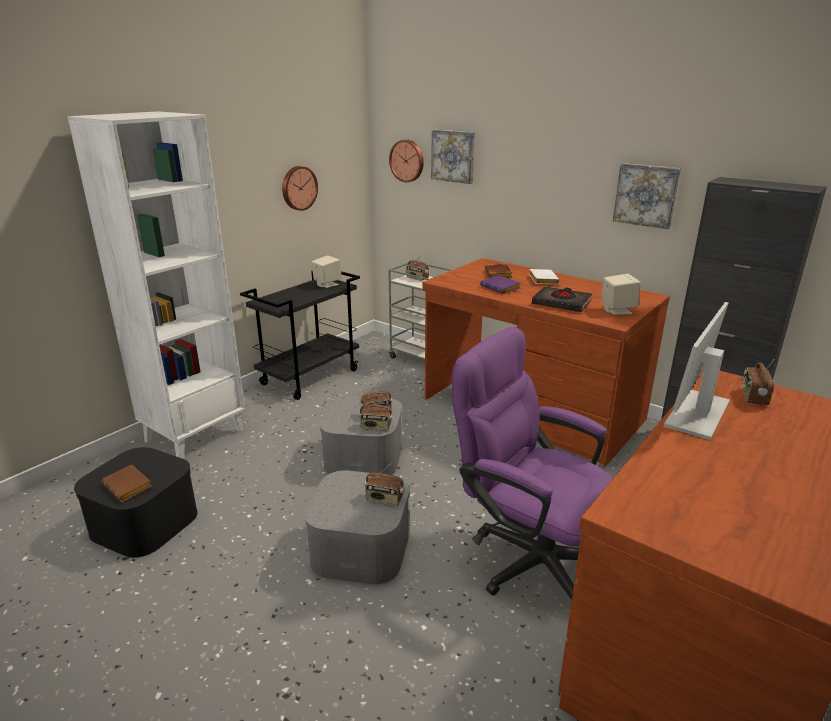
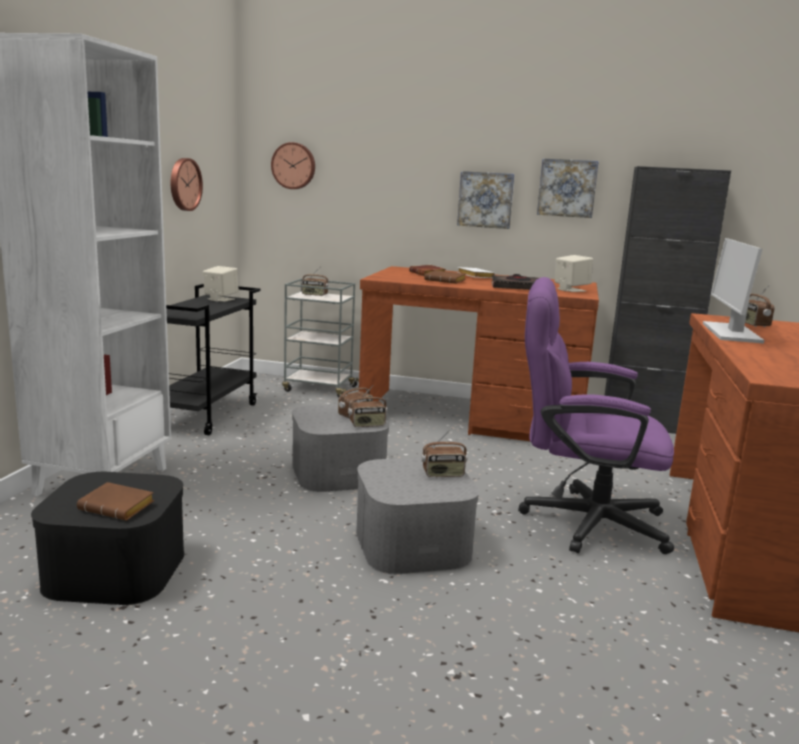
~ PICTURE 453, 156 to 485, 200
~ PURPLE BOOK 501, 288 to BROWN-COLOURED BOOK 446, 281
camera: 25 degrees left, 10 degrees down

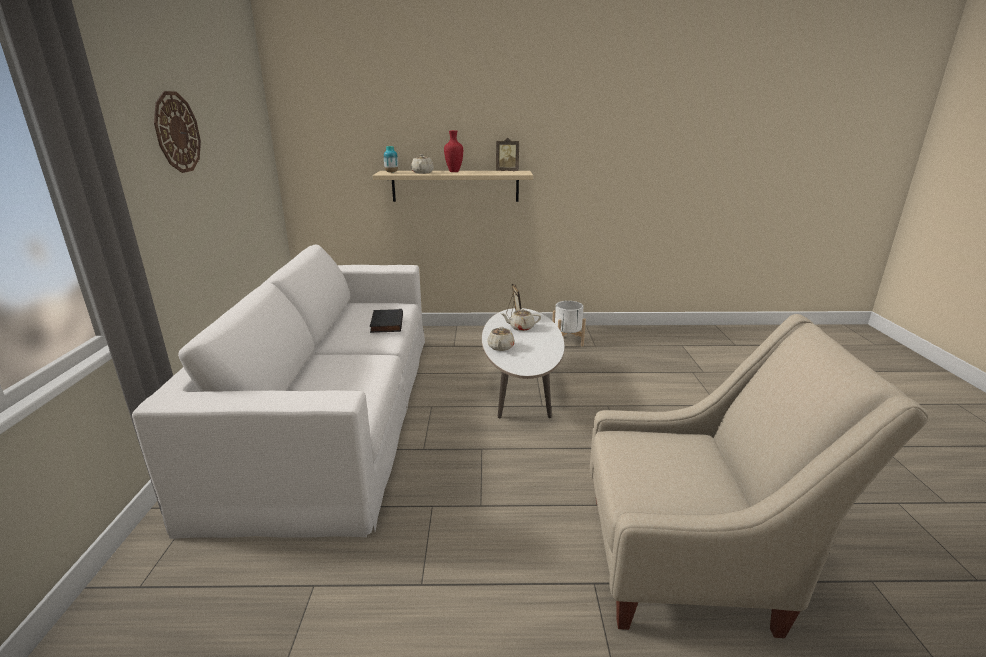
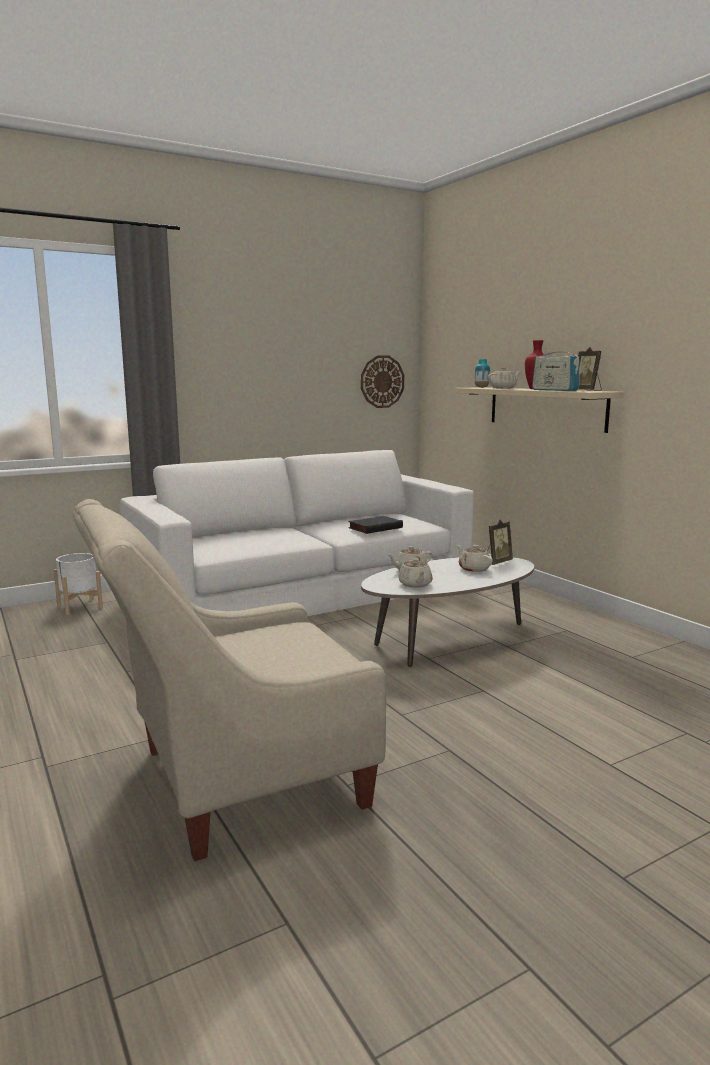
+ BEIGE-COLOURED POT FOR TEA 415, 584
+ RADIO 554, 390
~ WALL CLOCK 177, 132 to 382, 381
~ WHITE-COLOURED PLANTER 567, 341 to 80, 606
~ BEIGE-COLOURED ARMCHAIR 694, 560 = 233, 782 90 degrees clockwise
camera: 60 degrees right, 10 degrees down

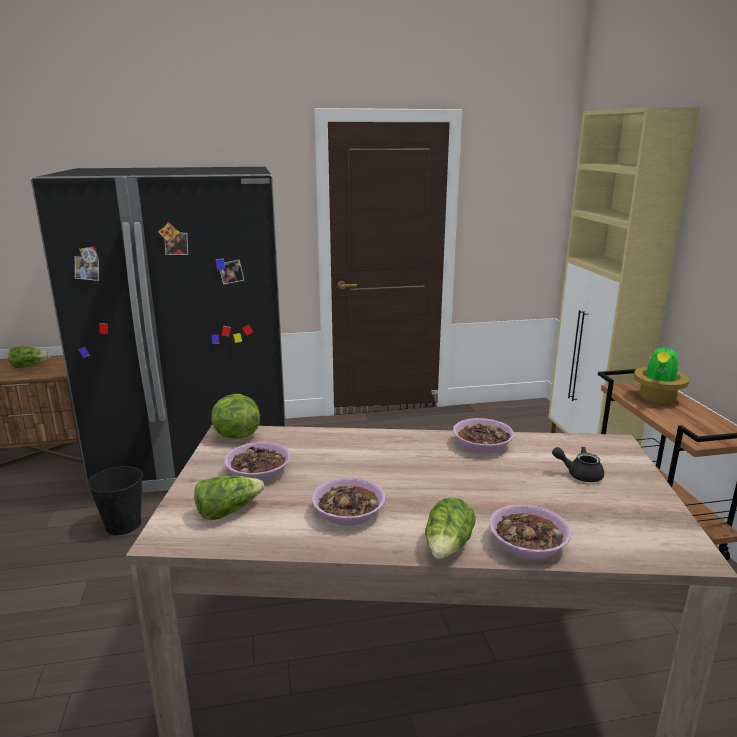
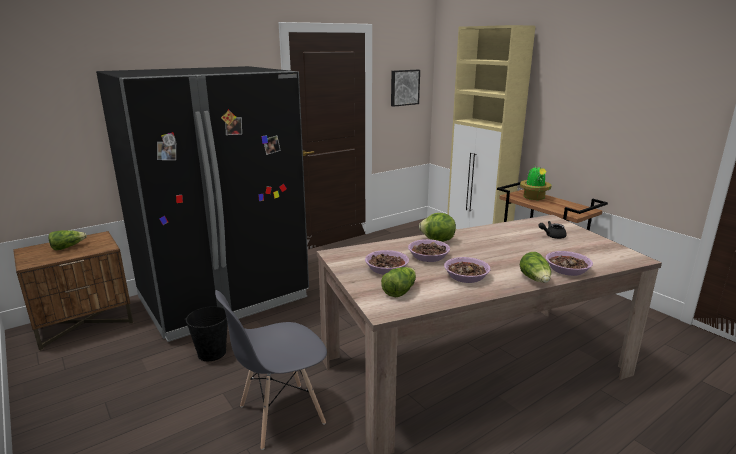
+ GREY CHAIR 281, 415
+ PICTURE 404, 87
~ LETTUCE 235, 435 to 437, 241
~ BOWL 482, 444 to 428, 256
camera: 25 degrees left, 0 degrees up

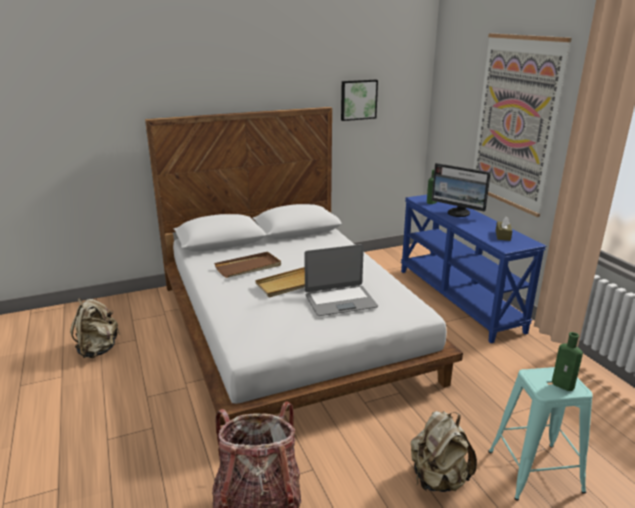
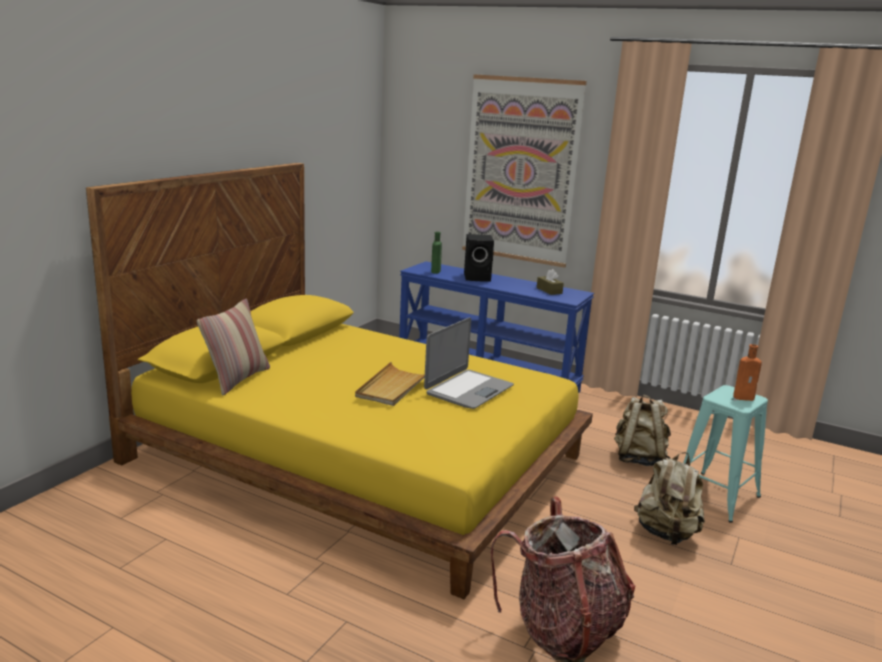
- BROWN-COLOURED TRAY 248, 267
- PICTURE 358, 99
+ PILLOW 237, 379
~ BEIGE-COLOURED BACKPACK 98, 349 to 638, 458
~ COMPUTER SCREEN 458, 213 to BLACK SPEAKER 478, 277
~ WHITE-COLOURED BEDROOM BED 291, 329 to YELLOW-COLOURED BEDROOM BED 361, 458
~ GREENISH DRINK BOTTLE 564, 385 to ORANGE-COLOURED DRINK BOTTLE 745, 398
camera: 40 degrees left, 5 degrees down

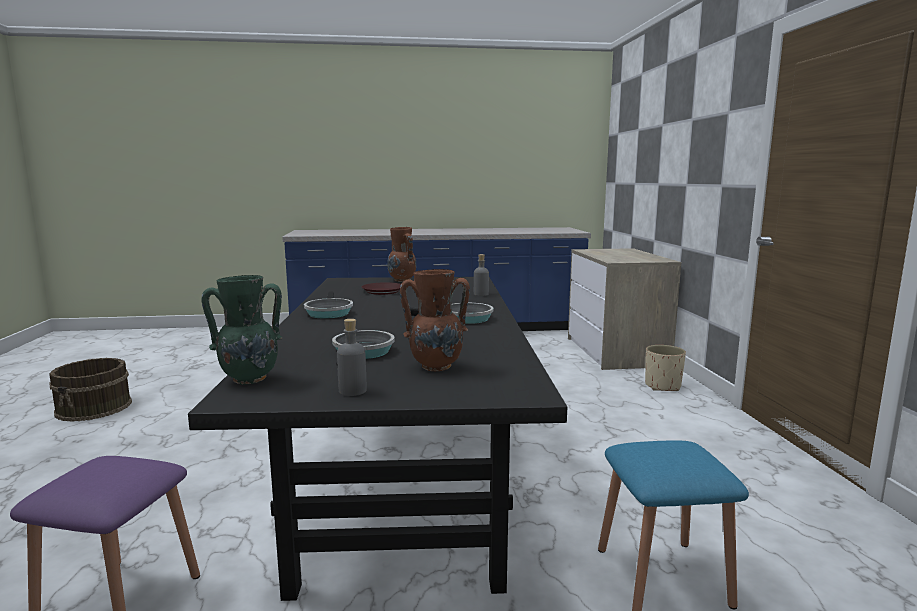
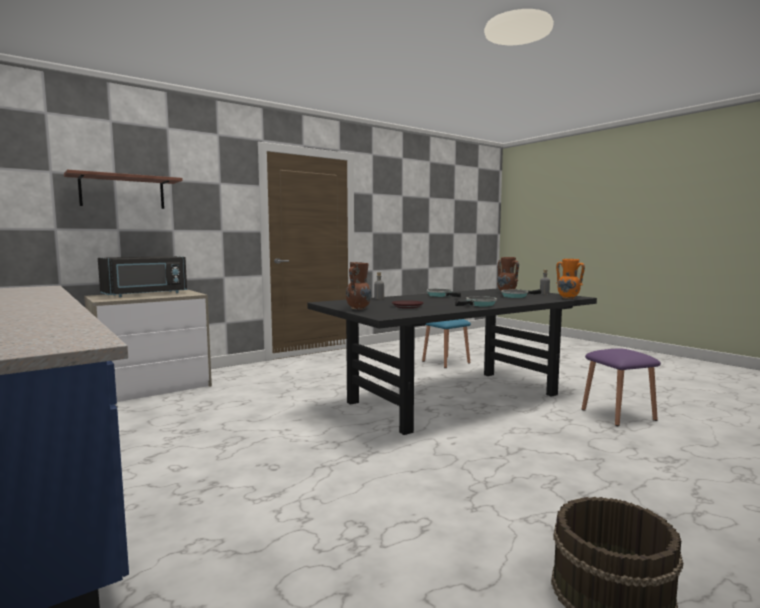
- BEIGE-COLOURED PLANTER 663, 386
+ BRACKET SHELF 122, 192
+ BLACK MICROWAVE OVEN 146, 294
~ GREENISH DECORATIVE VASE 248, 379 to ORANGE-COLOURED DECORATIVE VASE 568, 298
camera: 120 degrees left, 5 degrees down

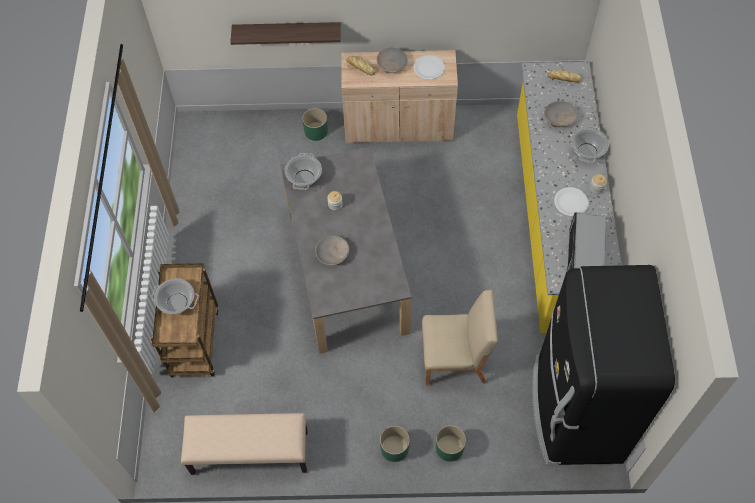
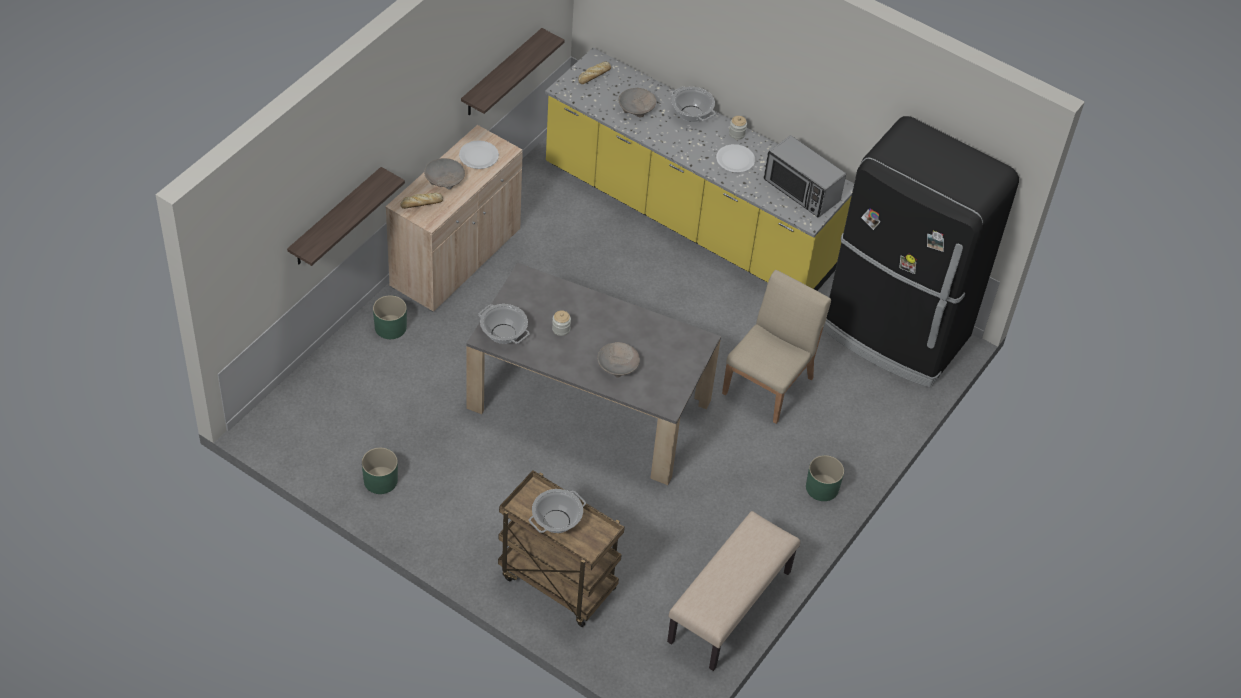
+ BRACKET SHELF 501, 73
~ GREENISH PLANTER 449, 448 to 380, 480
camera: 60 degrees left, 10 degrees down

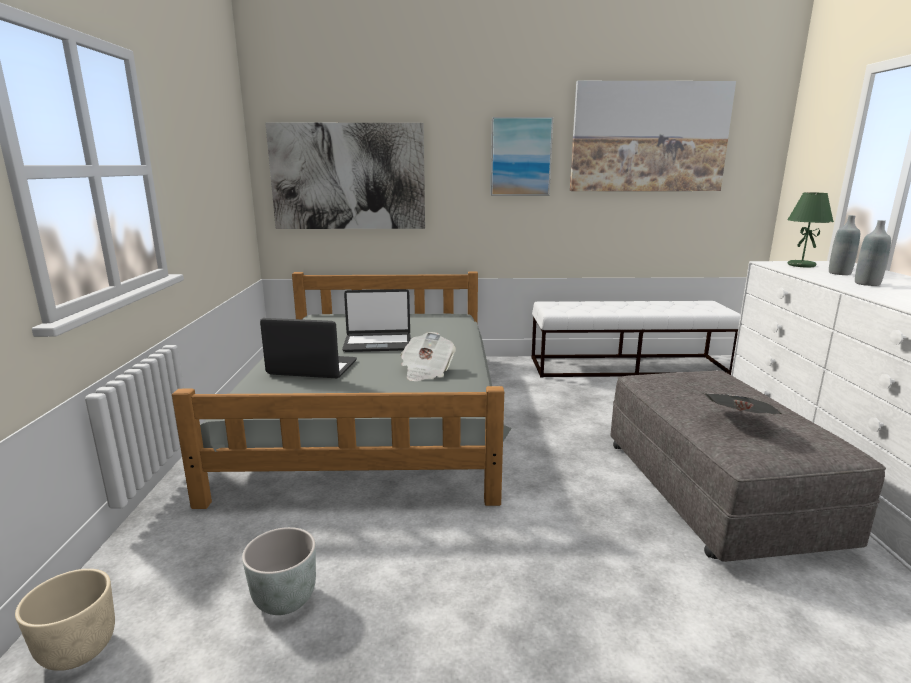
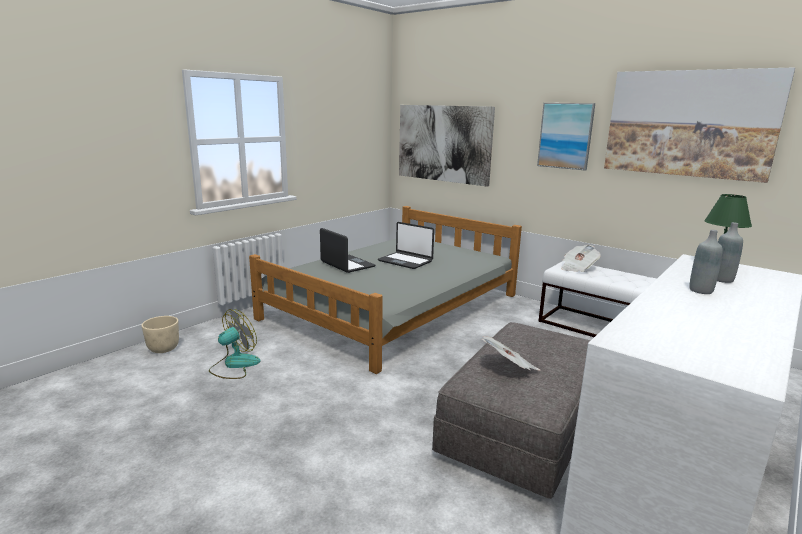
~ DAILY PAPER 426, 371 to 577, 268
~ GREY PLANTER 284, 600 to COOLING FAN 234, 365
camera: 40 degrees right, 0 degrees up

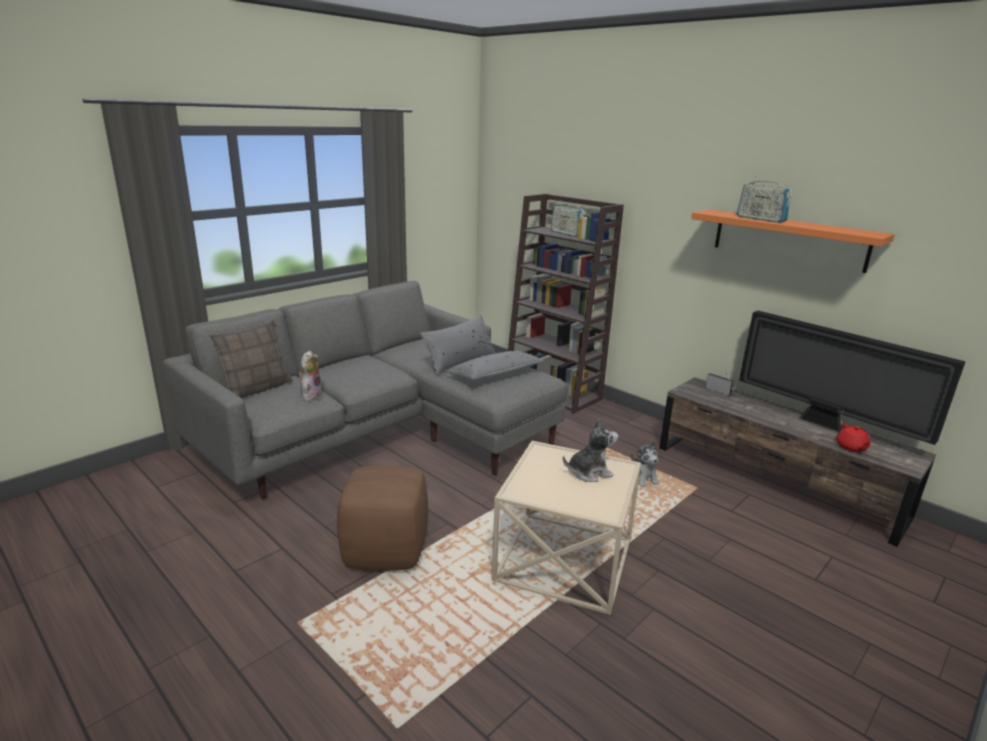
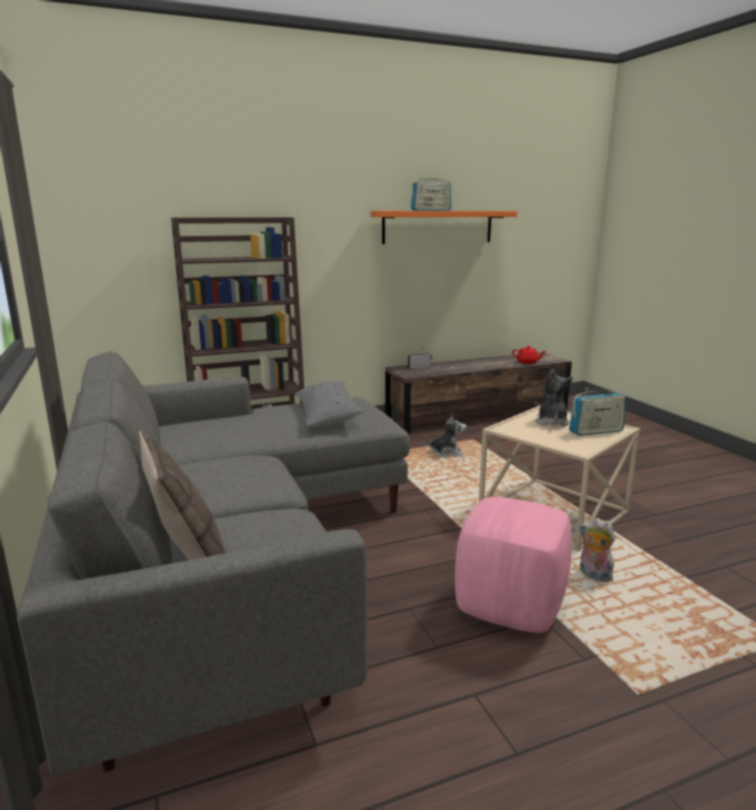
- GREY PILLOW 459, 361
- TV 824, 424
~ SOFT TOY 311, 395 to 593, 576
~ RADIO 566, 233 to 596, 431
~ BROWN-COLOURED FOOTREST 385, 550 to PINKISH FOOTREST 509, 606
camera: 65 degrees left, 5 degrees down

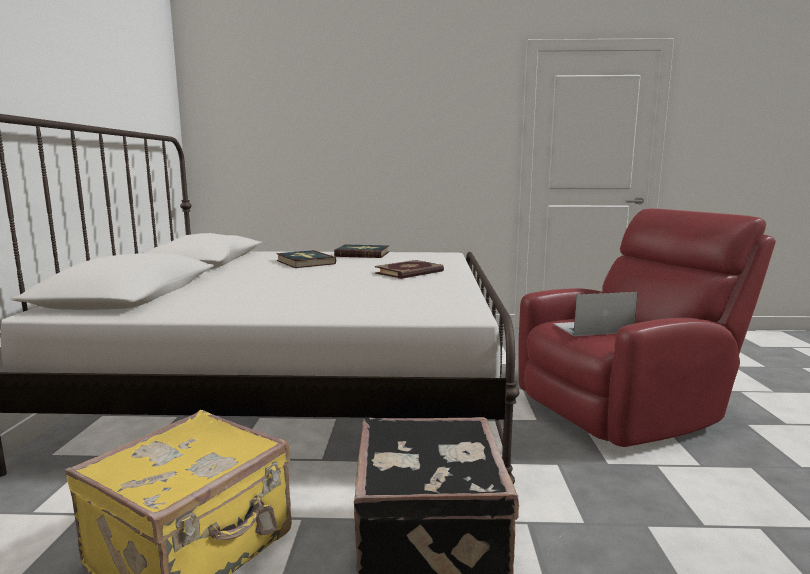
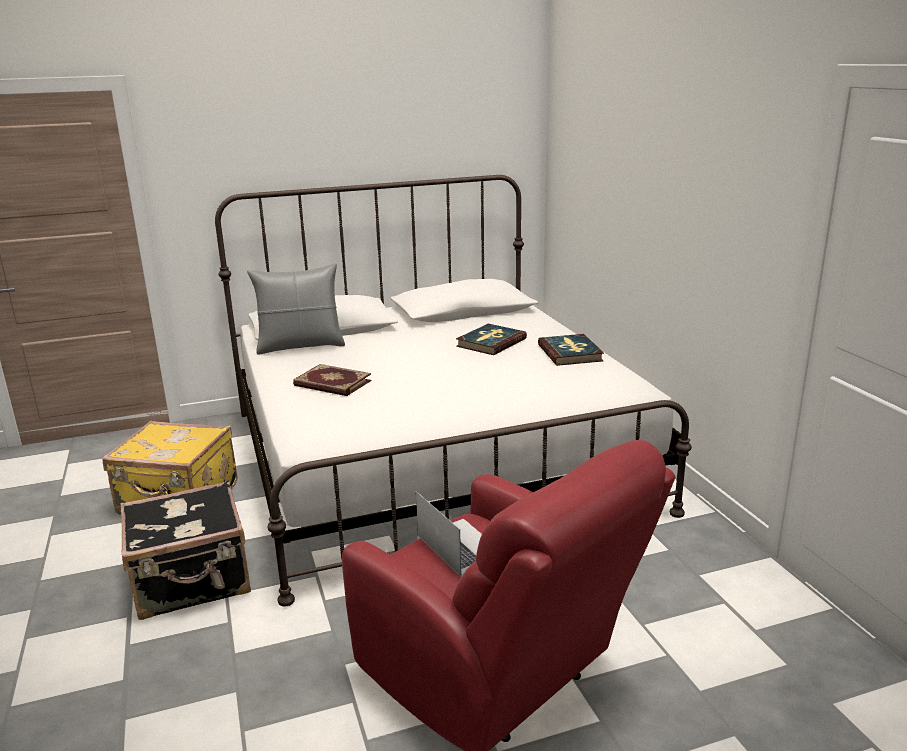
+ GREY PILLOW 300, 346
~ BOOK 410, 272 to 332, 384
camera: 70 degrees right, 10 degrees up

